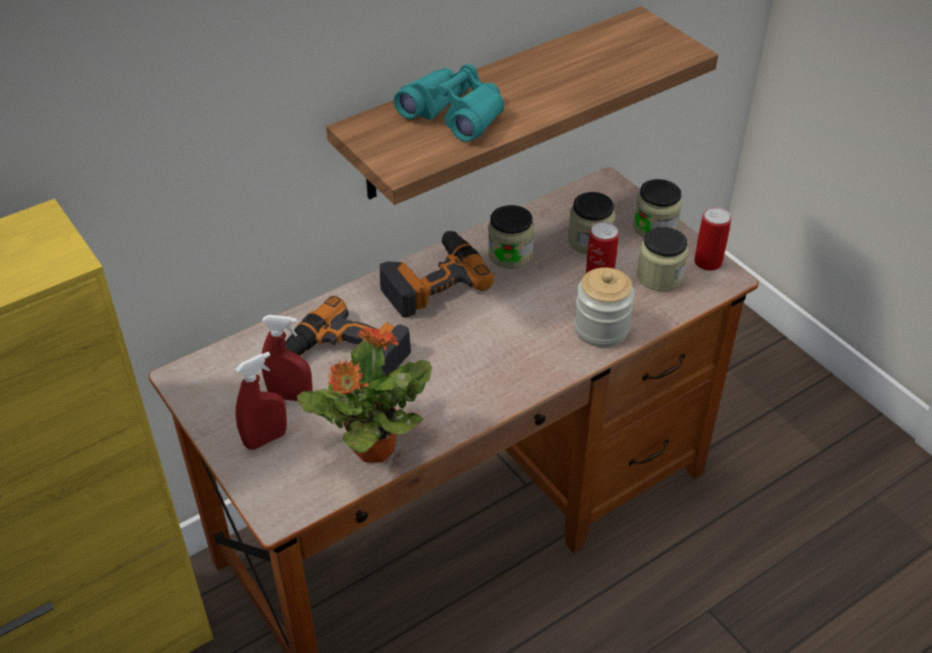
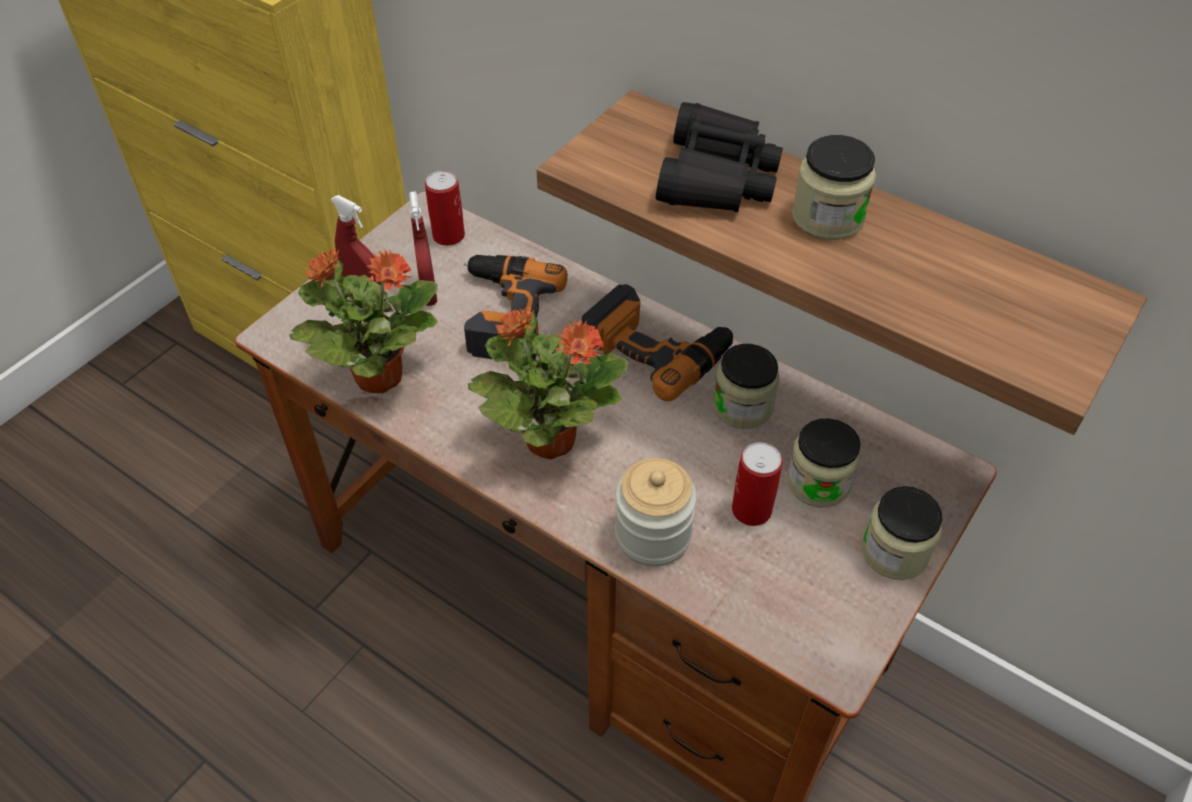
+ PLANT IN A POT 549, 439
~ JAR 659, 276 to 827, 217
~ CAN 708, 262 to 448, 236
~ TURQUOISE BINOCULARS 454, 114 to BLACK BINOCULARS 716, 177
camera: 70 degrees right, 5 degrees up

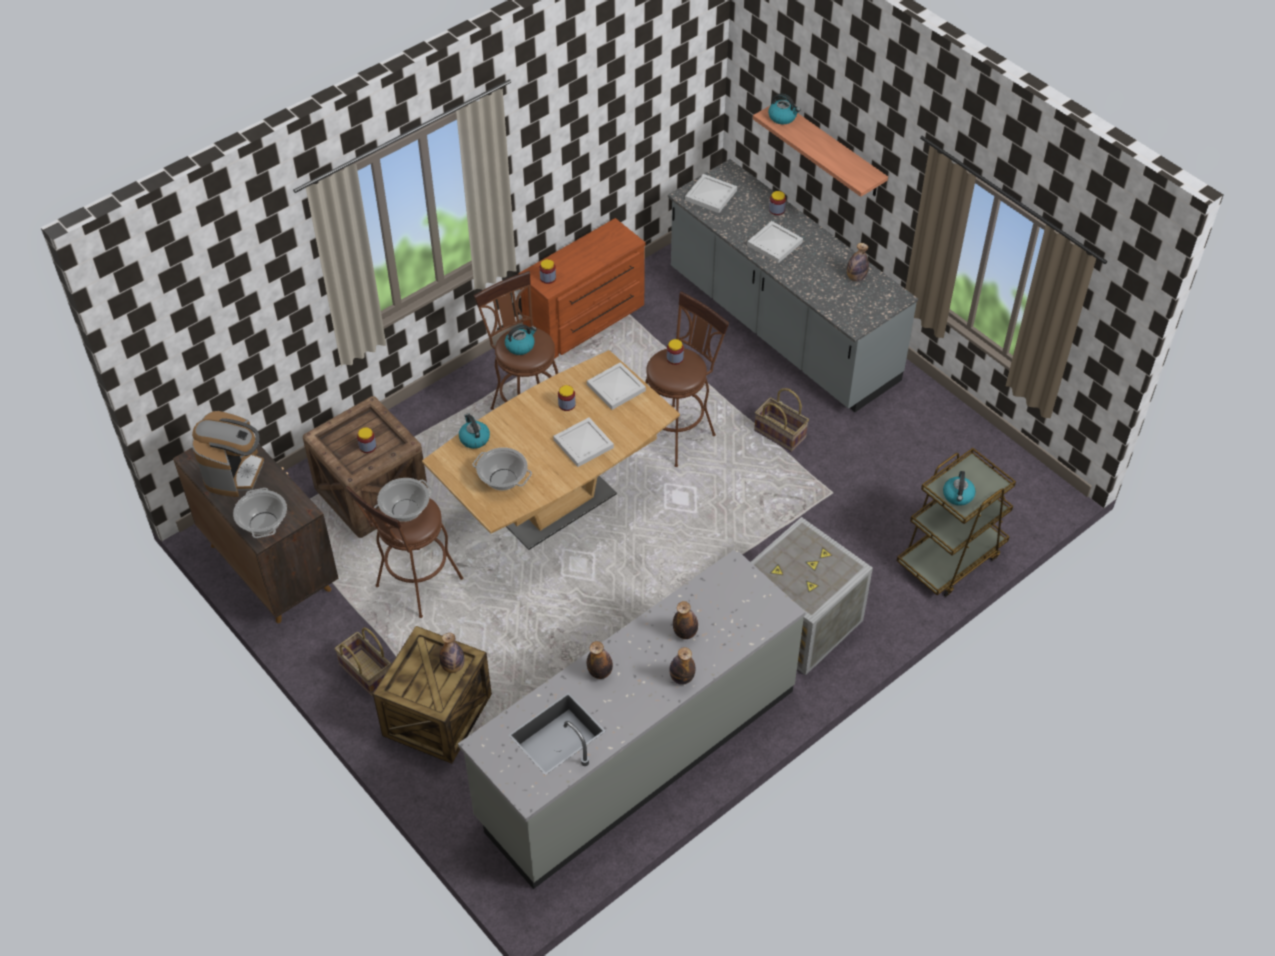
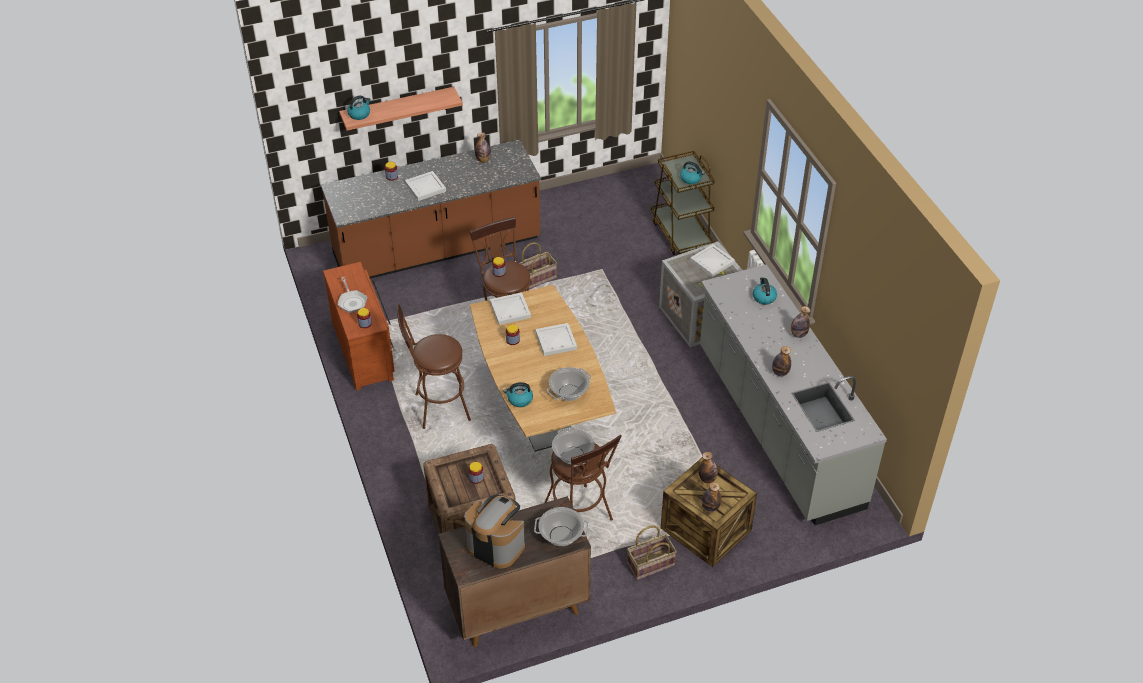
+ FRYING PAN 352, 302
~ TEA KETTLE 520, 346 to 764, 297
~ DRINK BOTTLE 685, 633 to 710, 507
~ WHITE-COLOURED TRAY 711, 196 to 713, 262
~ GREY COUNTER 781, 327 to BROWN-COLOURED COUNTER 437, 248
camera: 70 degrees left, 5 degrees down

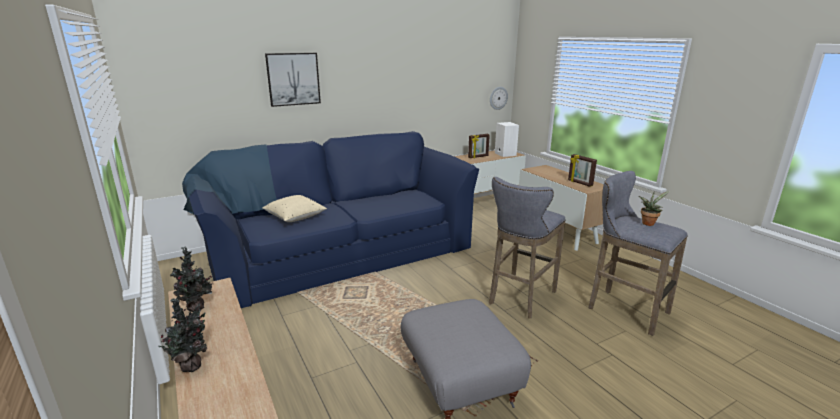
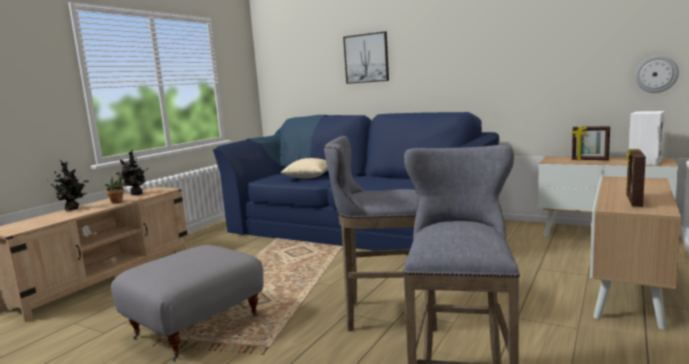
~ PLANT IN A POT 648, 223 to 118, 202
camera: 60 degrees right, 10 degrees down

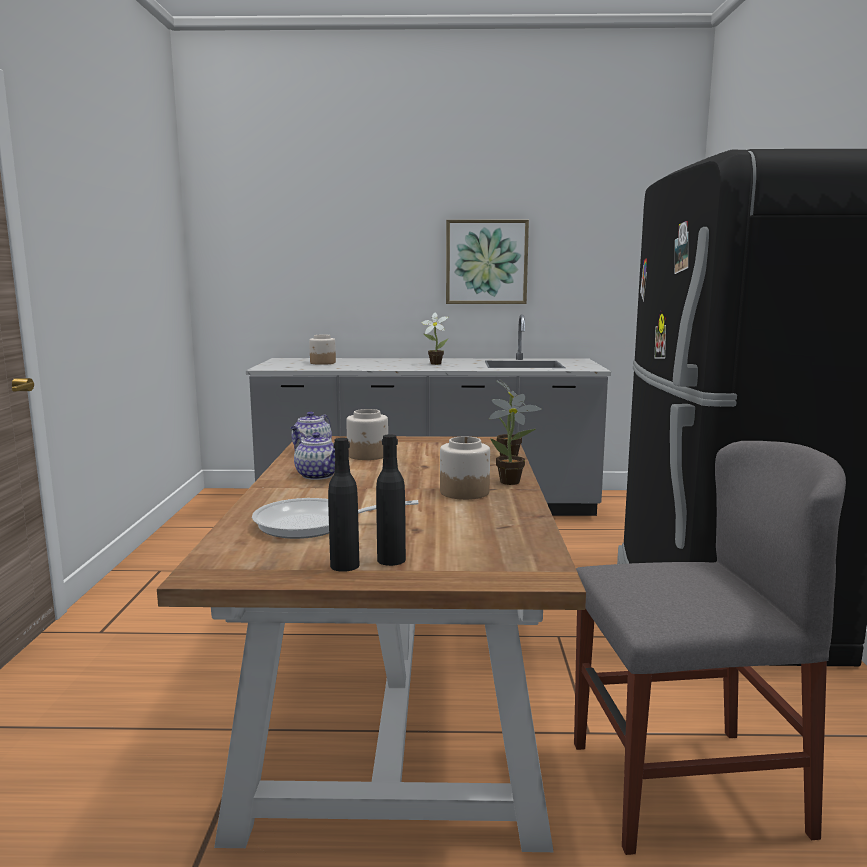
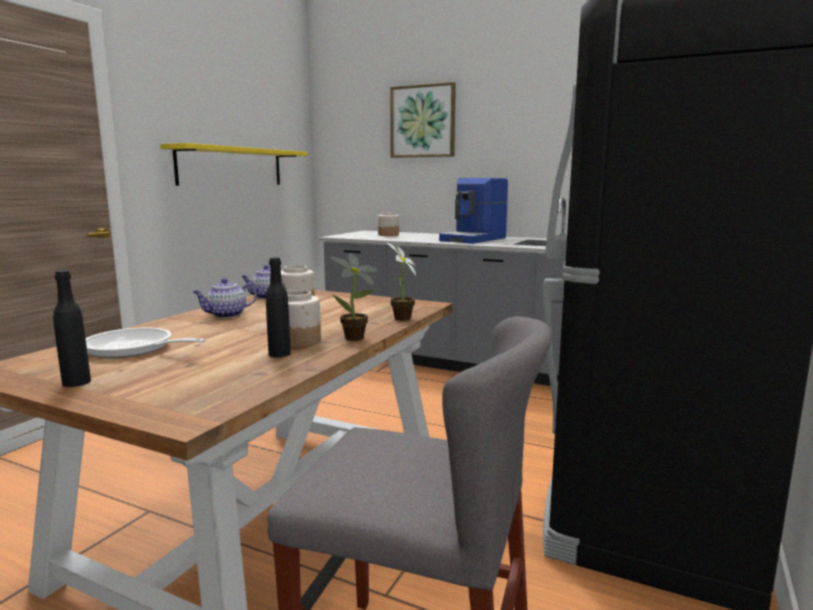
+ YELLOW-COLOURED BRACKET SHELF 231, 167
~ BLACK DRINK BOTTLE 391, 560 to 279, 354
~ PICTURE 486, 262 to 423, 121
~ PLANT IN A POT 434, 363 to COFFEE MACHINE 474, 239
~ POT FOR TEA 319, 476 = 226, 315 75 degrees clockwise
camera: 25 degrees right, 0 degrees up

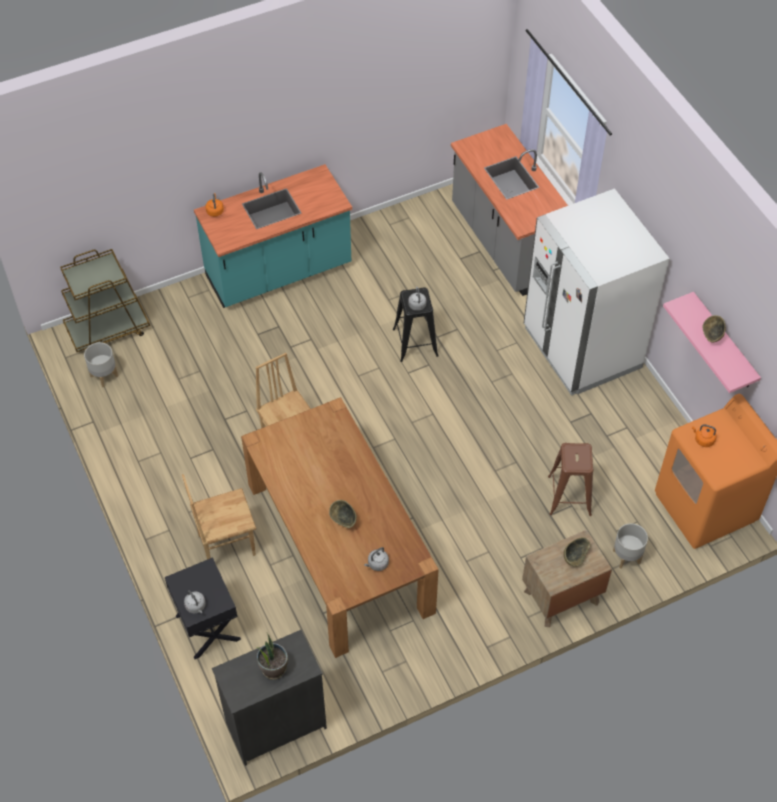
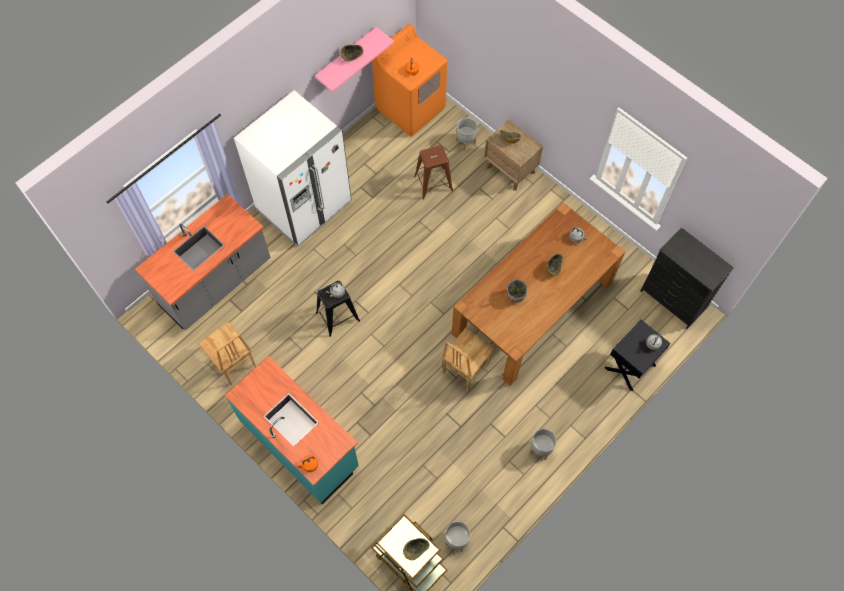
+ BOWL 415, 550
+ GREY PLANTER 540, 449
~ BROWN-COLOURED CHAIR 226, 544 to 233, 364
~ PLANT IN A POT 273, 668 to 516, 296
camera: 110 degrees left, 10 degrees up

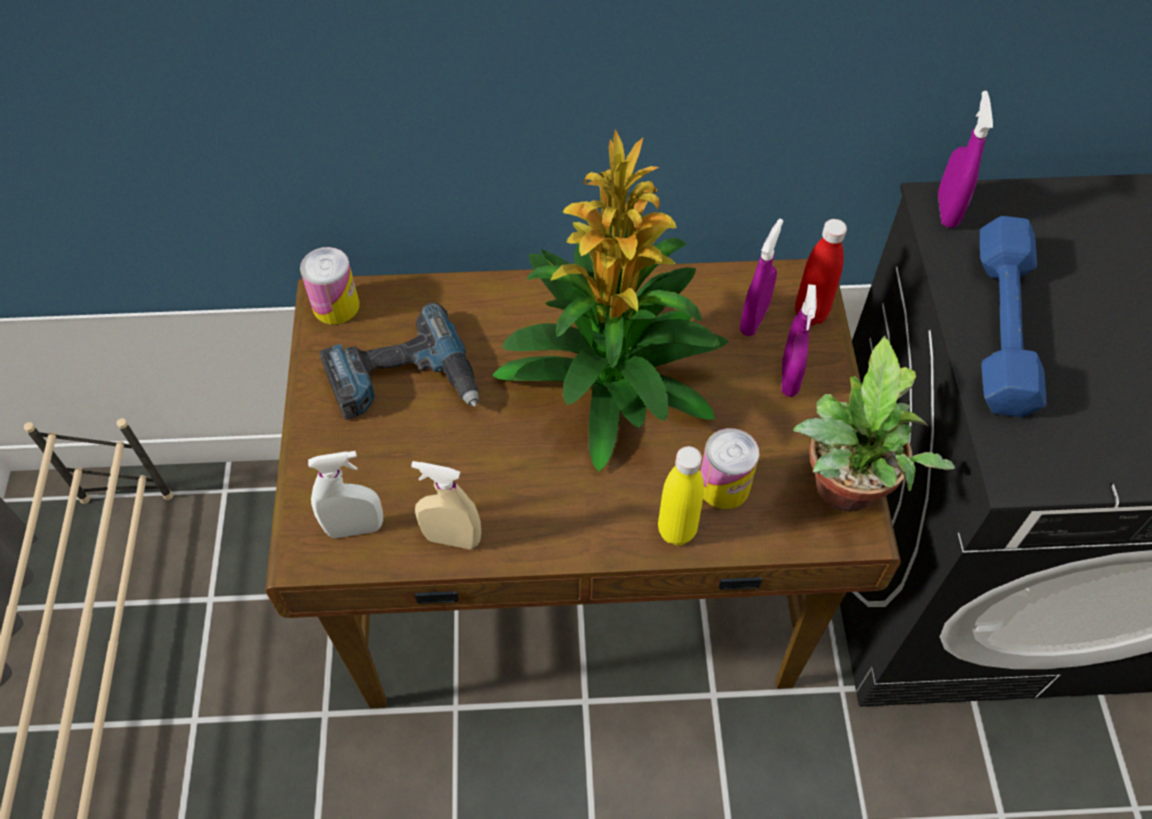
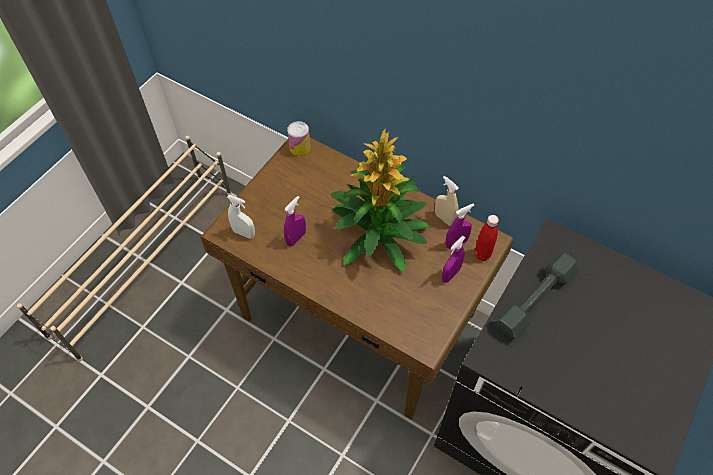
- ELECTRIC DRILL 403, 382
- YELLOW-COLOURED DRINK BOTTLE 676, 530
- CAN 724, 486
- PLANT IN A POT 844, 493
~ BEIGE-COLOURED HAND SPRAYER 452, 538 to 444, 218
~ PURPLE HAND SPRAYER 947, 210 to 296, 238
~ BLUISH HAND WEIGHT 1002, 327 to GREY HAND WEIGHT 534, 300
camera: 35 degrees right, 0 degrees up

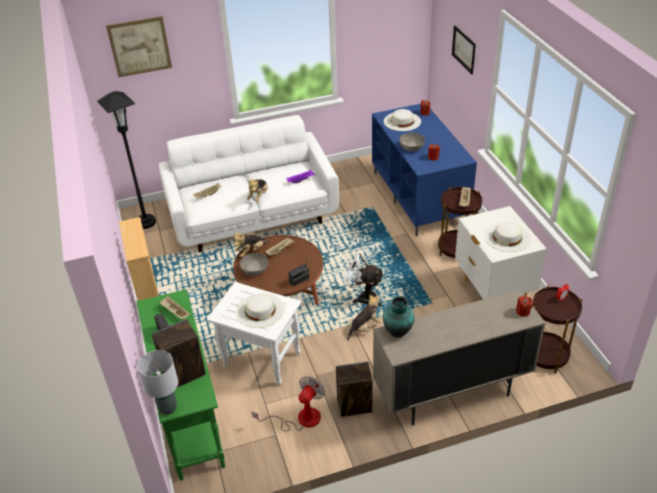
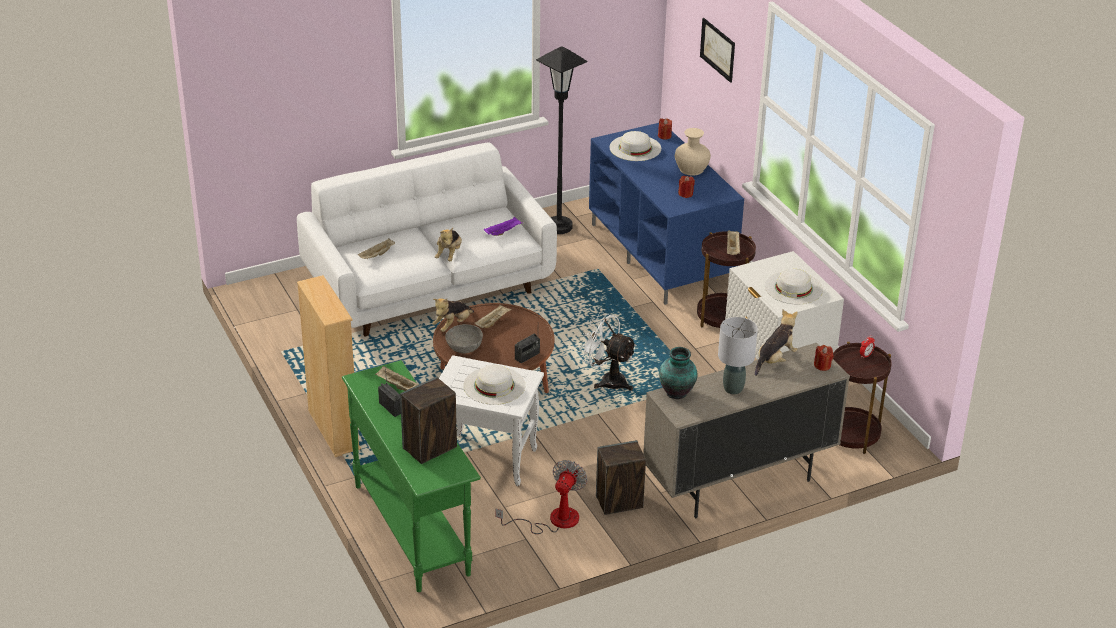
- PICTURE 139, 46
- GREY BOWL 411, 147
+ BEIGE-COLOURED DECORATIVE VASE 691, 169
~ BLACK STANDING LAMP 146, 222 to 559, 226
~ GREY TABLE LAMP 168, 408 to 733, 389
~ SOFT TOY 364, 328 to 775, 360
camera: 10 degrees left, 5 degrees down

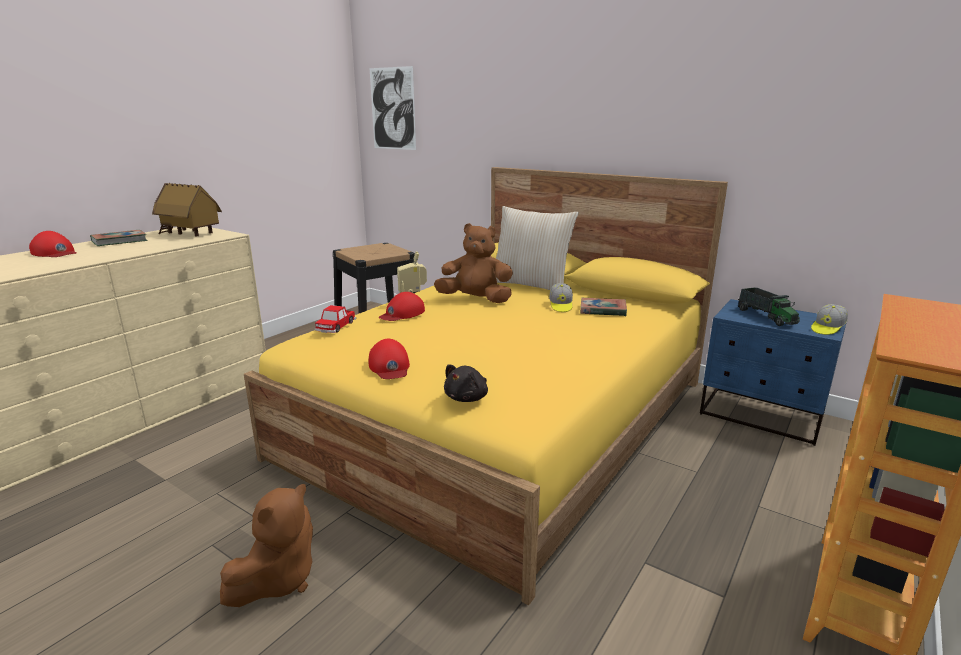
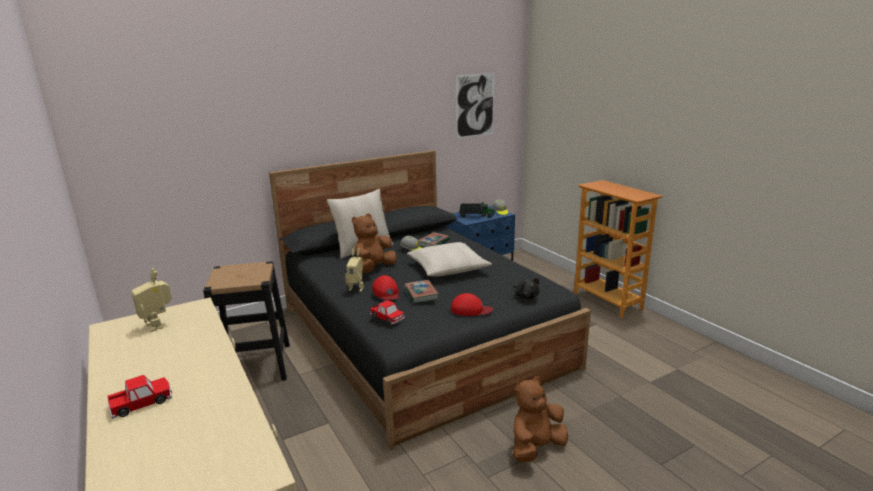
+ BEIGE-COLOURED PILLOW 448, 268
~ BOOK 119, 241 to 421, 294
~ PICTURE 392, 109 to 475, 105
~ RED-COLOURED PEAKED CAP 55, 253 to TOY CAR 141, 403
~ MINIATURE HOUSE 190, 234 to ROBOT FIGURE 158, 325
~ YELLOW-COLOURED BEDROOM BED 506, 417 to BLACK BEDROOM BED 419, 335
~ BROWN-COLOURED SOFT TOY 278, 580 = 536, 447 90 degrees counterclockwise
camera: 65 degrees left, 0 degrees up

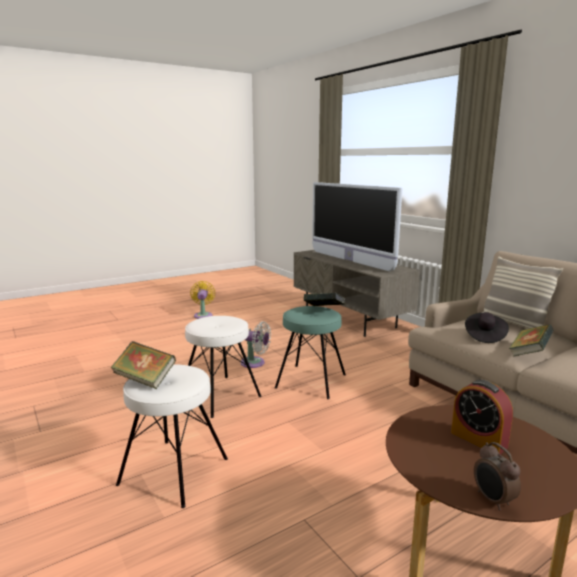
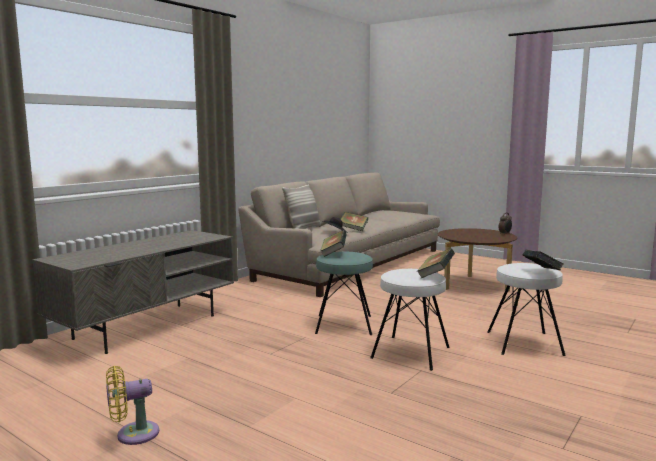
- WHITE-COLOURED COOLING FAN 255, 363
- TV 350, 261
- TABLE CLOCK 478, 439
+ BOOK 435, 275
camera: 110 degrees left, 5 degrees down

